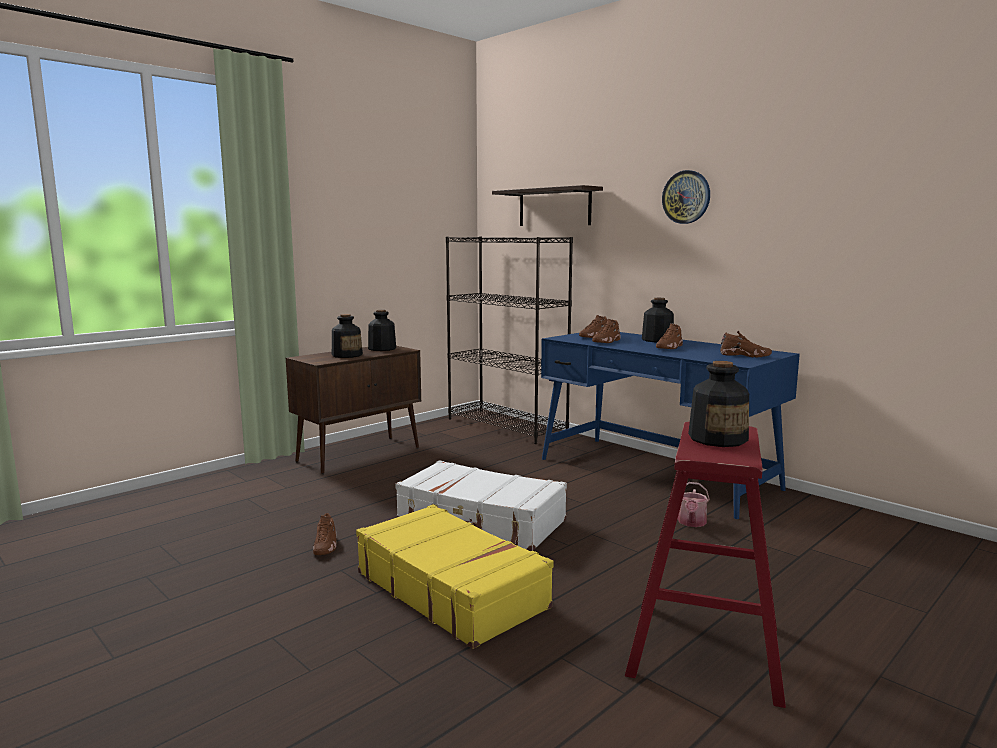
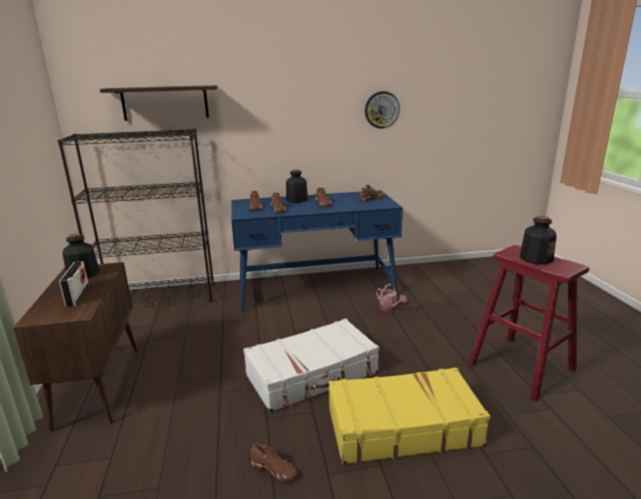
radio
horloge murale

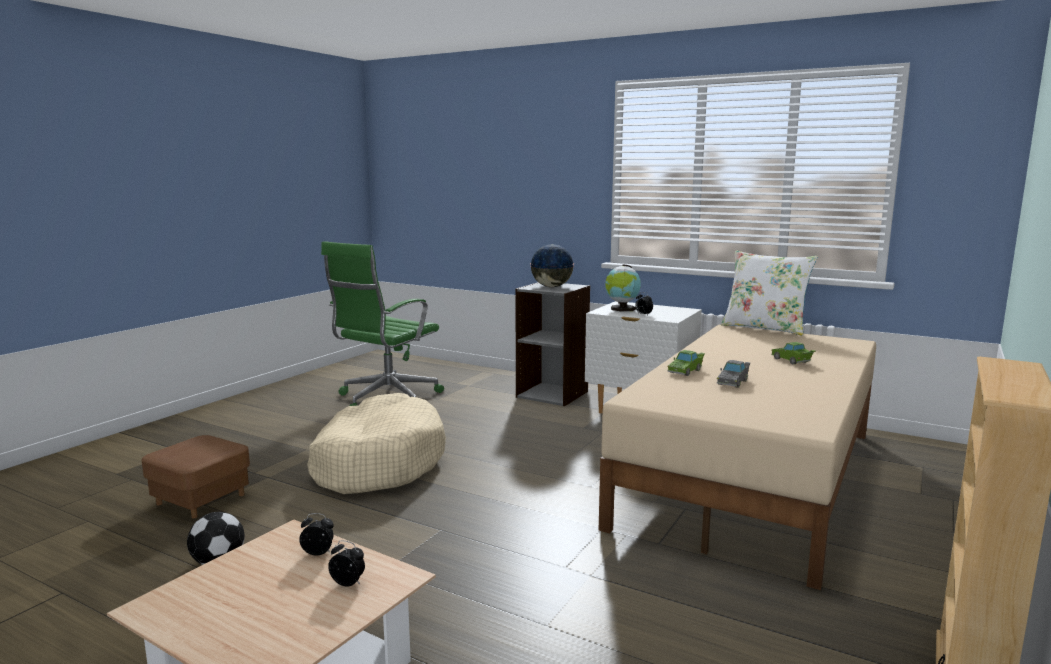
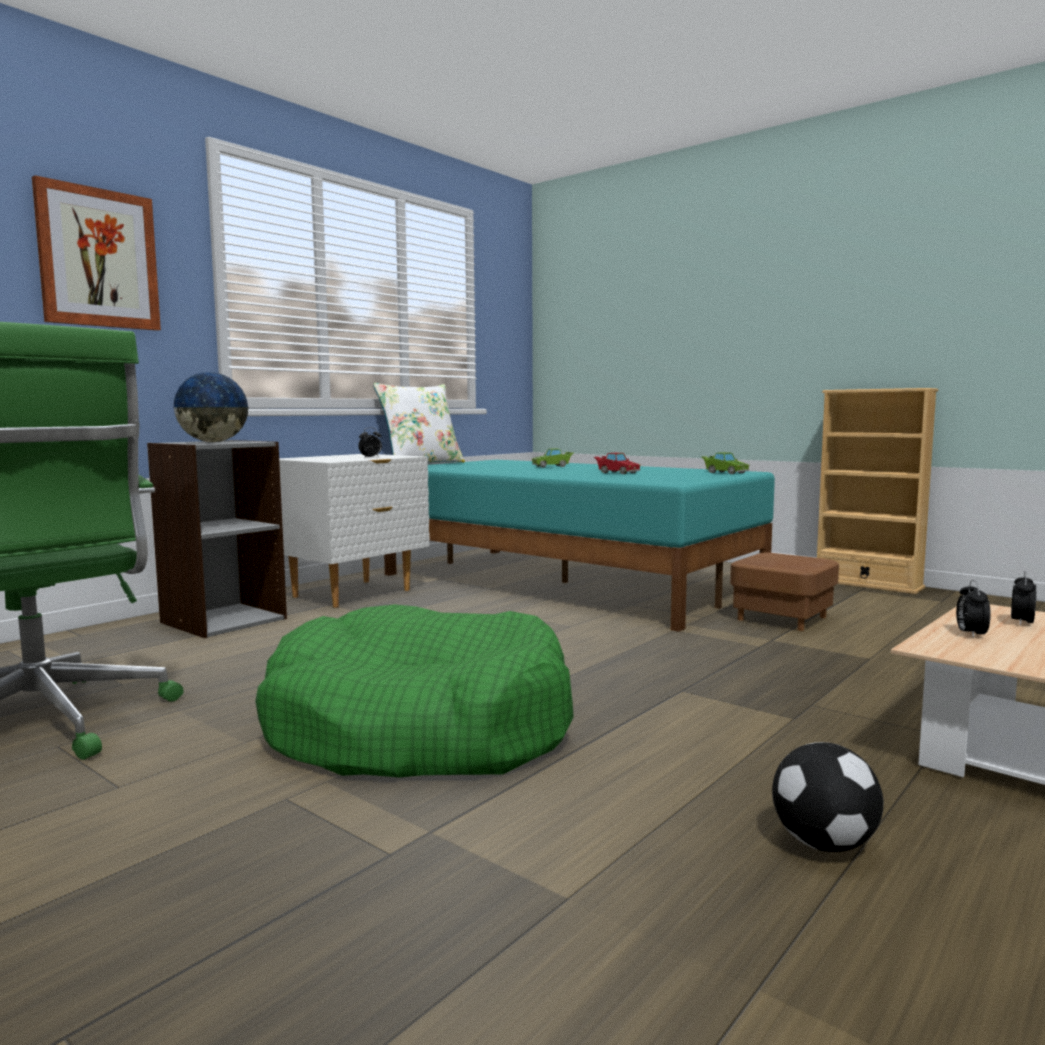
pouf (marron)
panier pour chien (vert)
lit (turquoise)
globe (2nd from left in the first image)
petite voiture (vert) (2nd from left)
petite voiture (rouge)
tableau

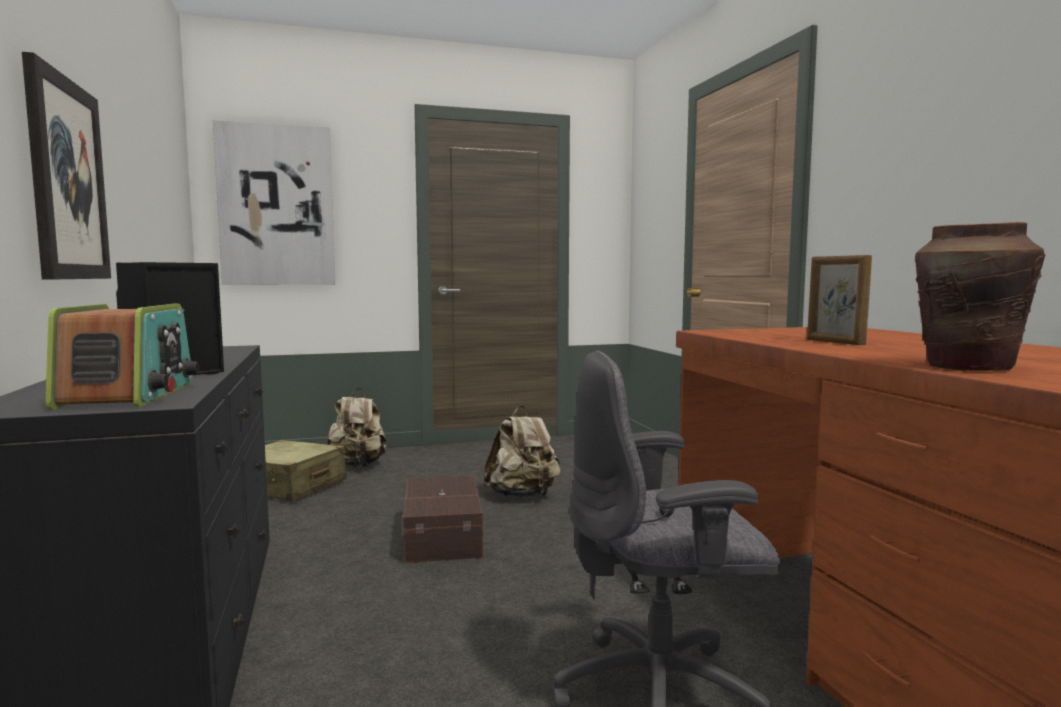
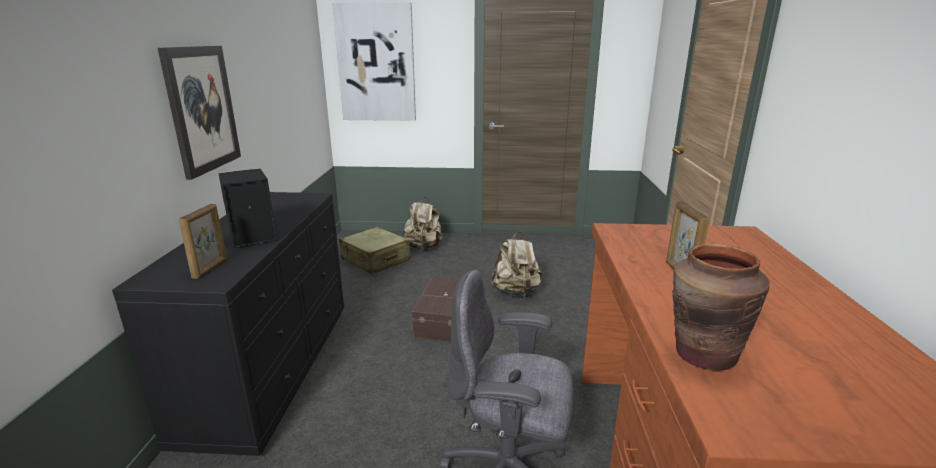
cadre photo (1st from left)

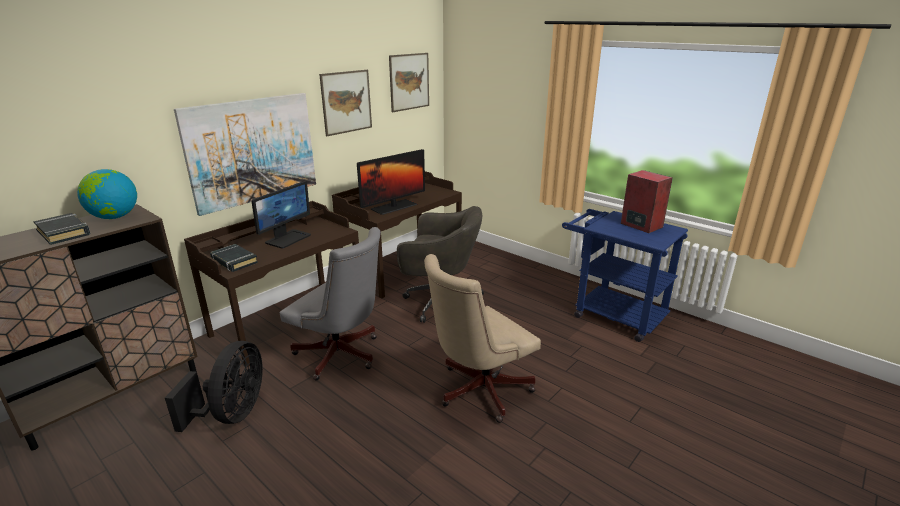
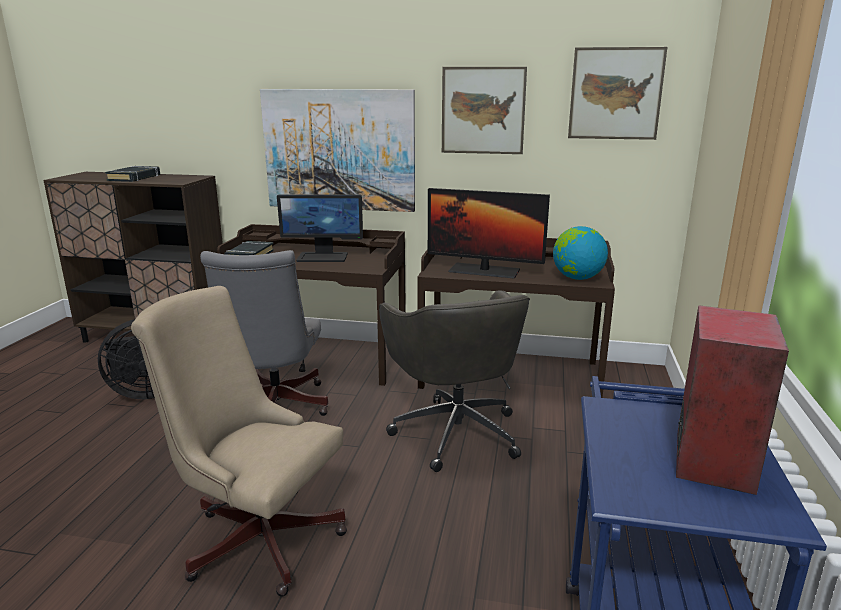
globe

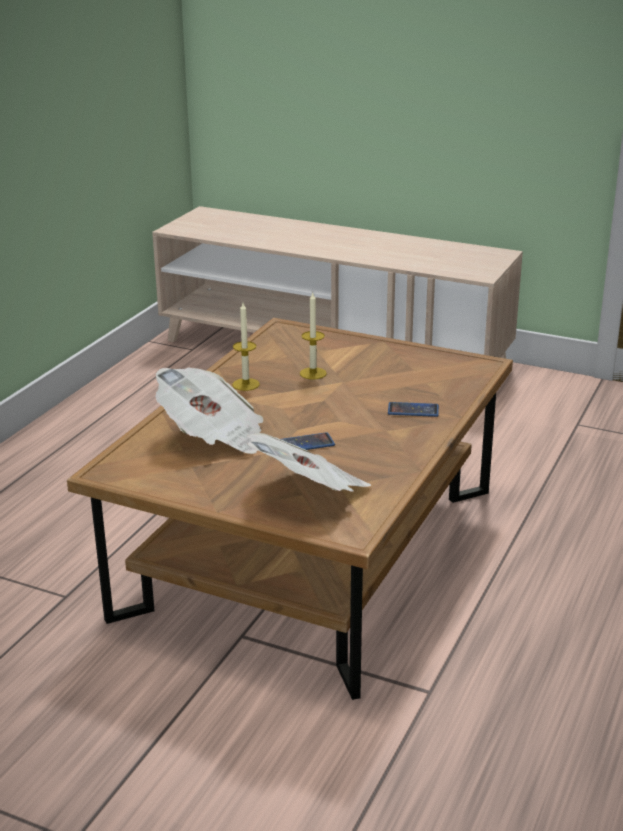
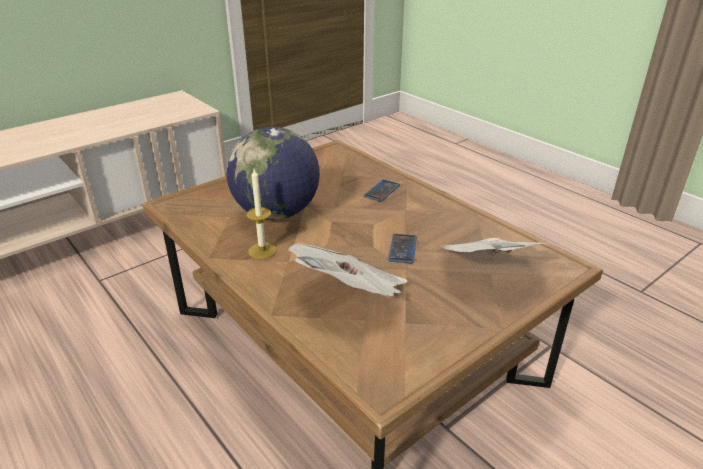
globe

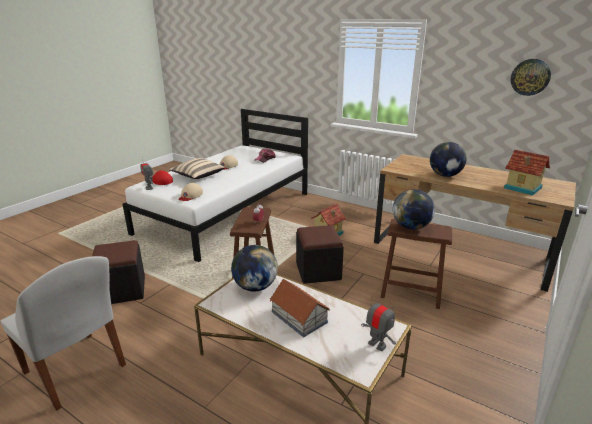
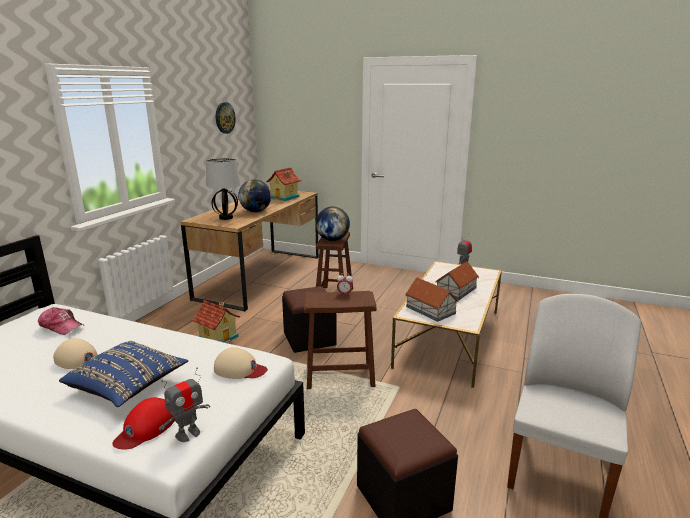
coussin (bleu)
maison miniature (3rd from left)
lampe de table

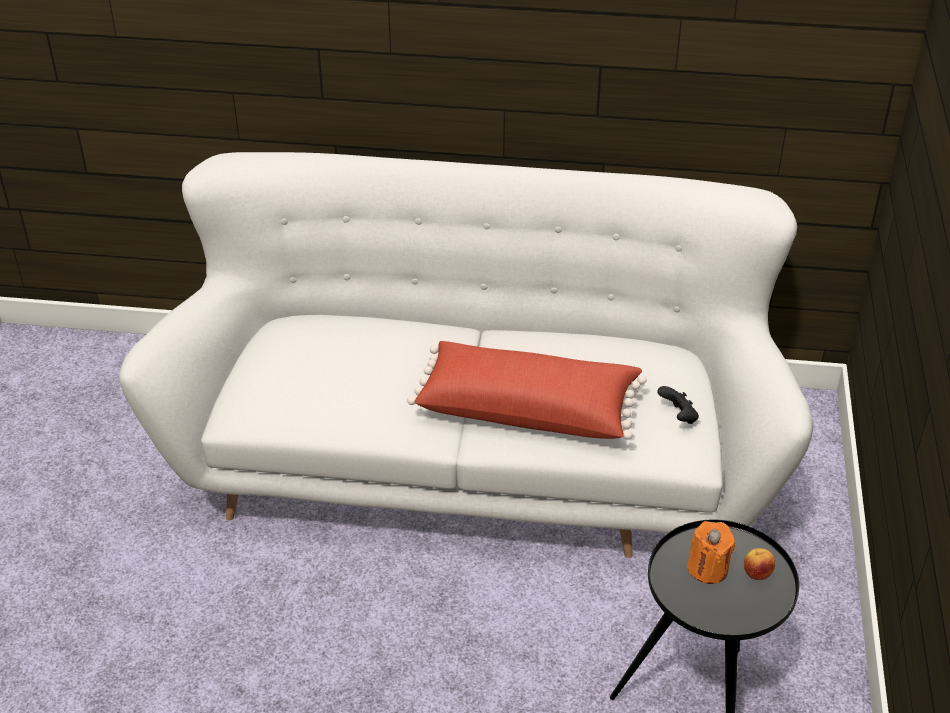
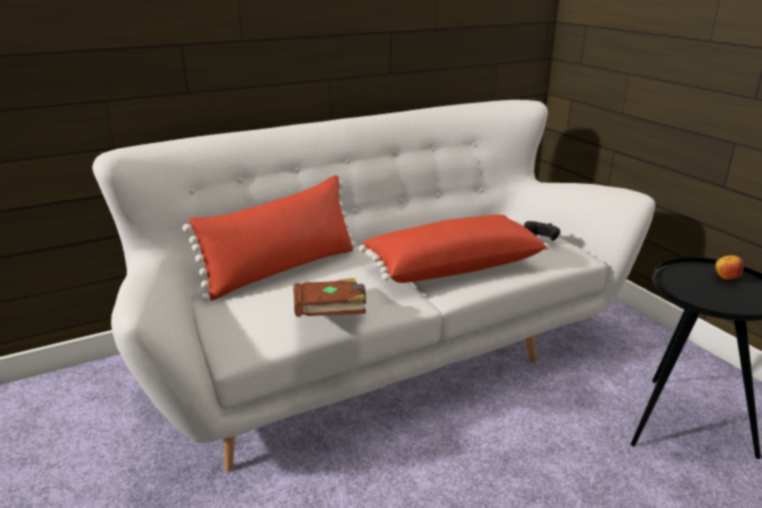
bougie (orange)
coussin (rouge) (1st from left)
livre (marron)

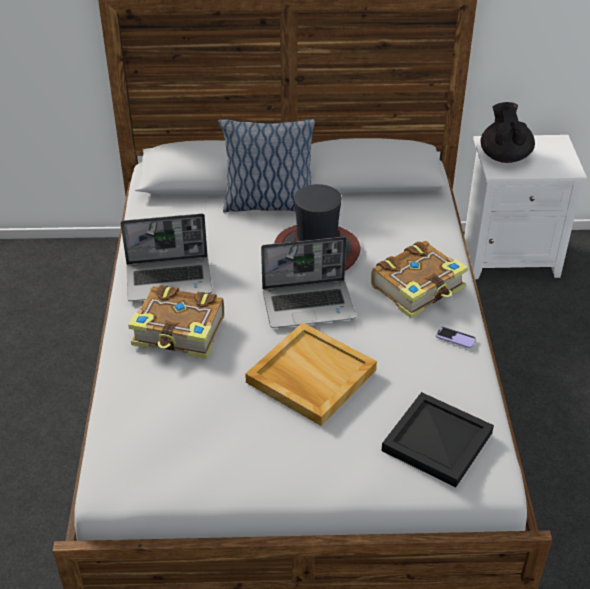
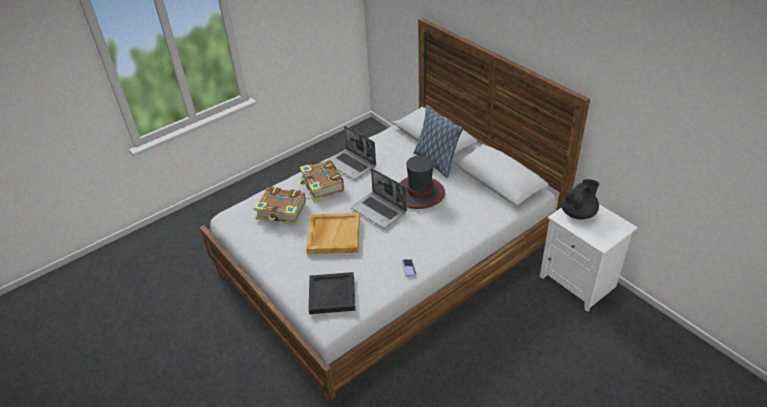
livre (1st from left)

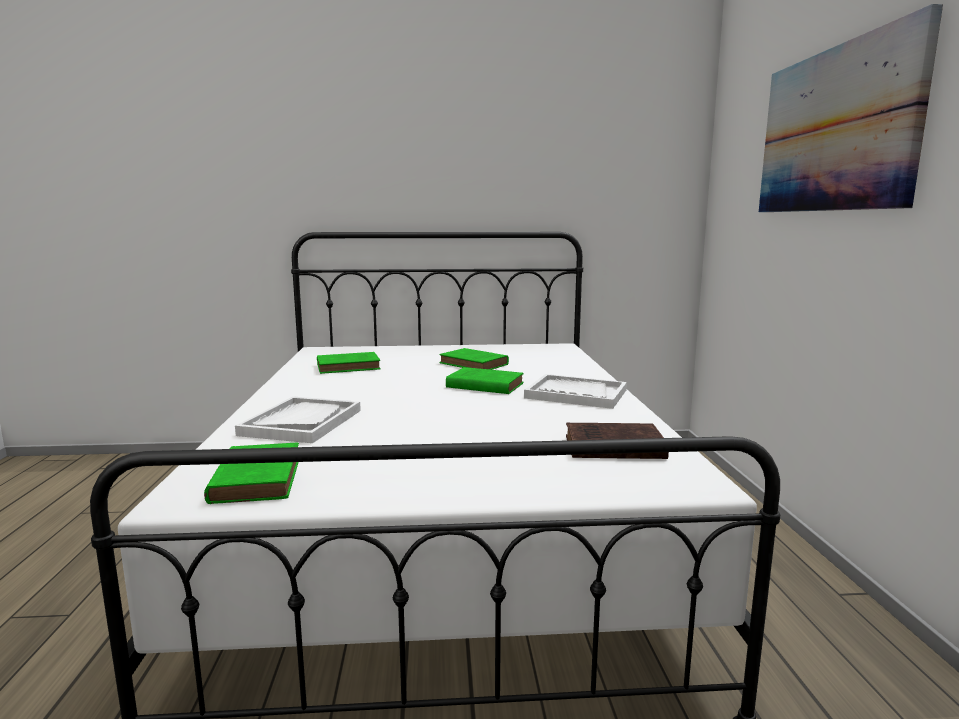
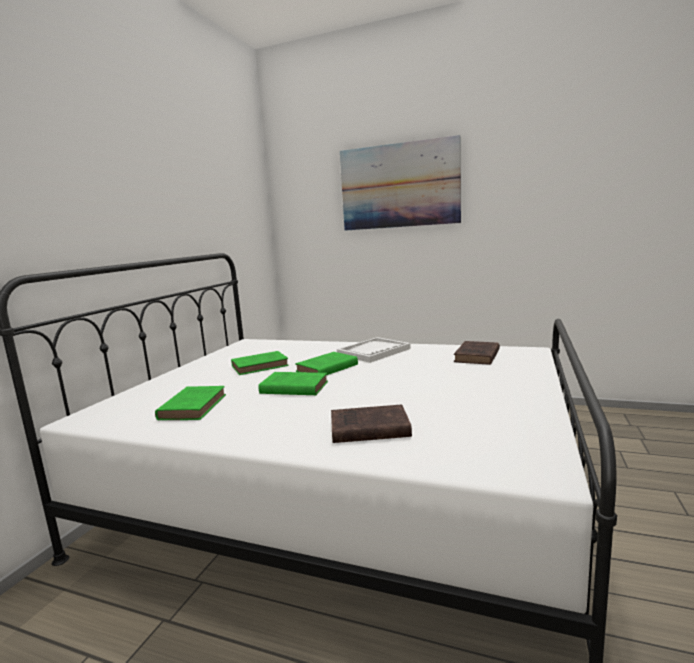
livre (vert) (3rd from left)
livre (marron) (1st from left)

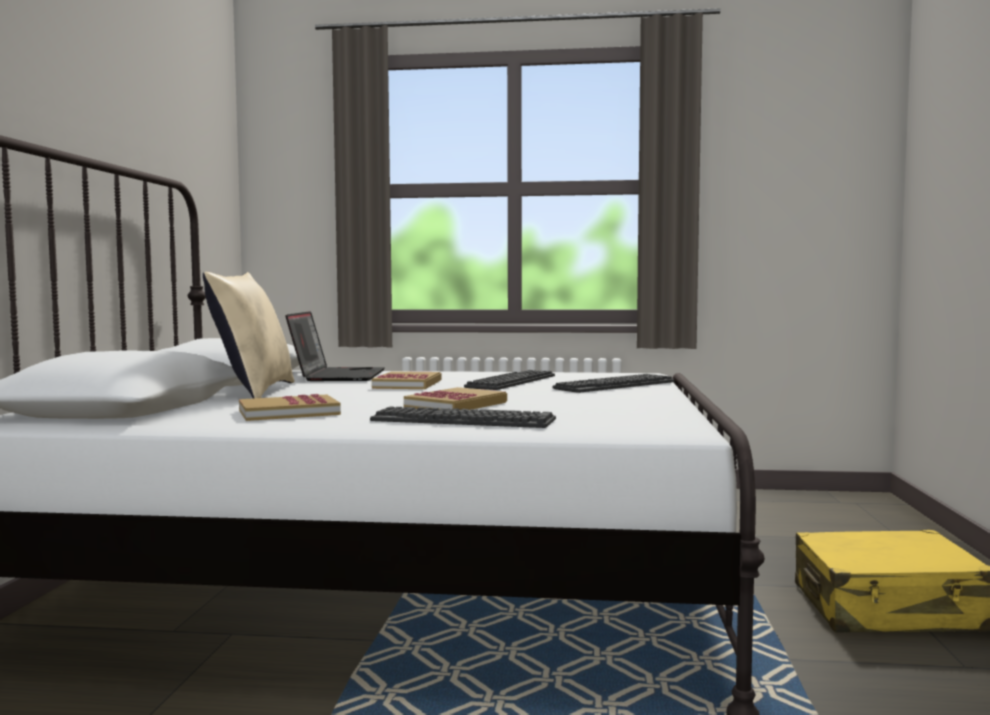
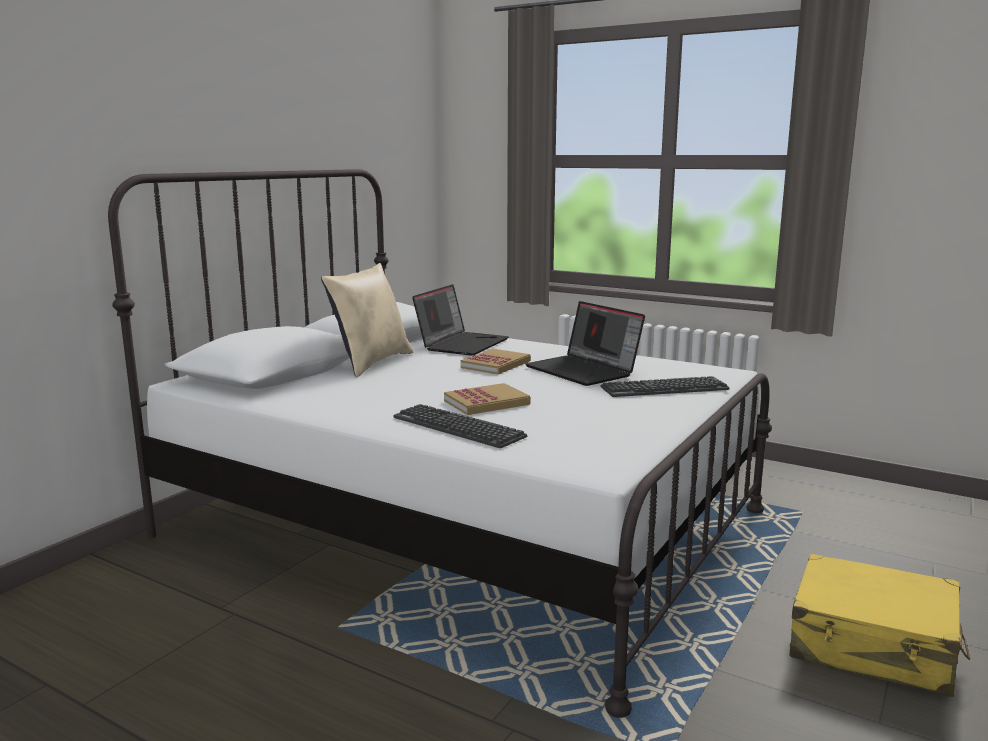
livre (1st from left in the first image)
ordinateur portable (2nd from left)

